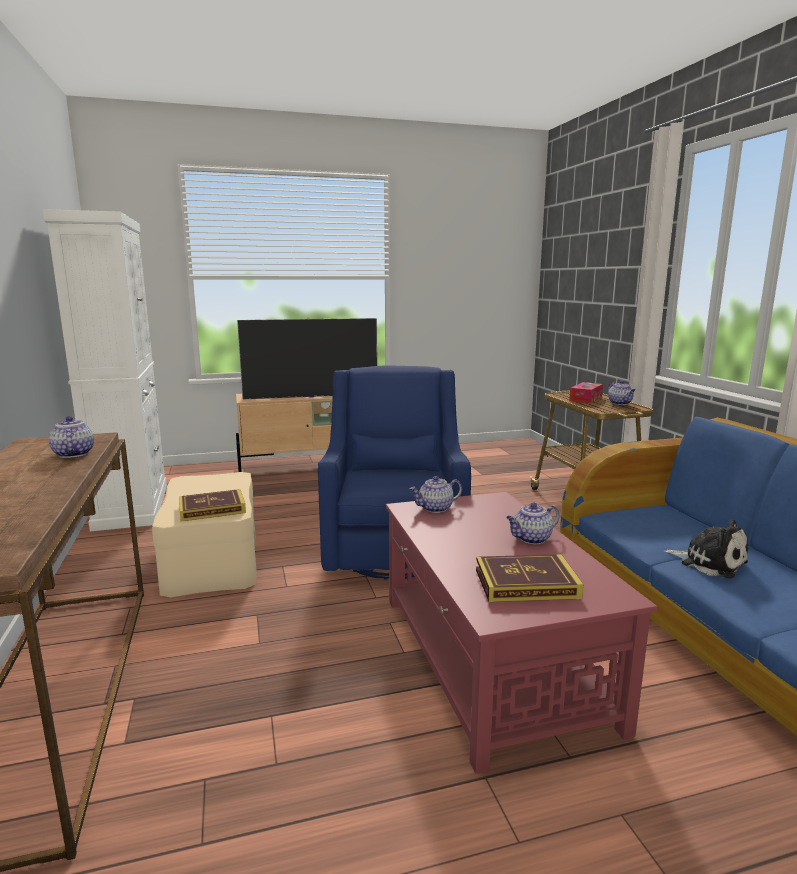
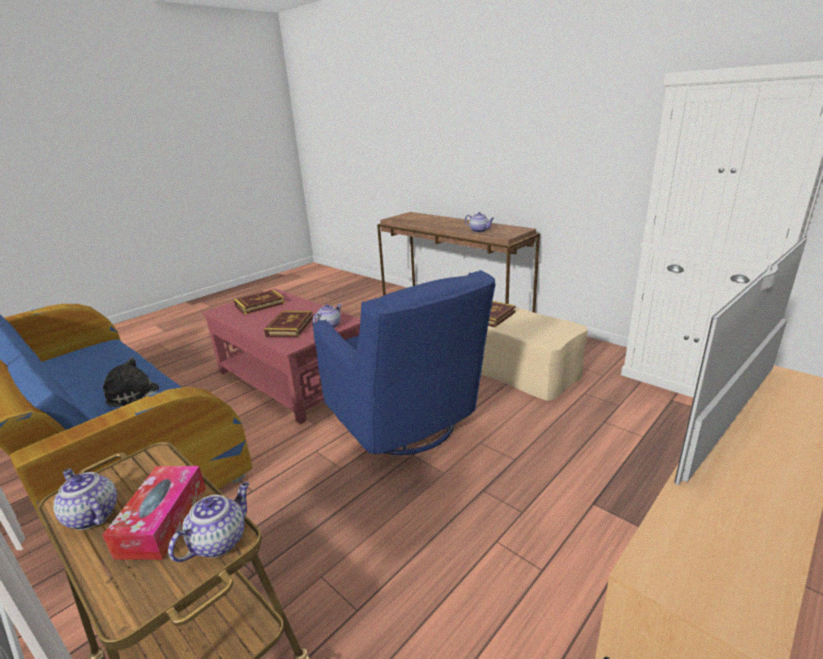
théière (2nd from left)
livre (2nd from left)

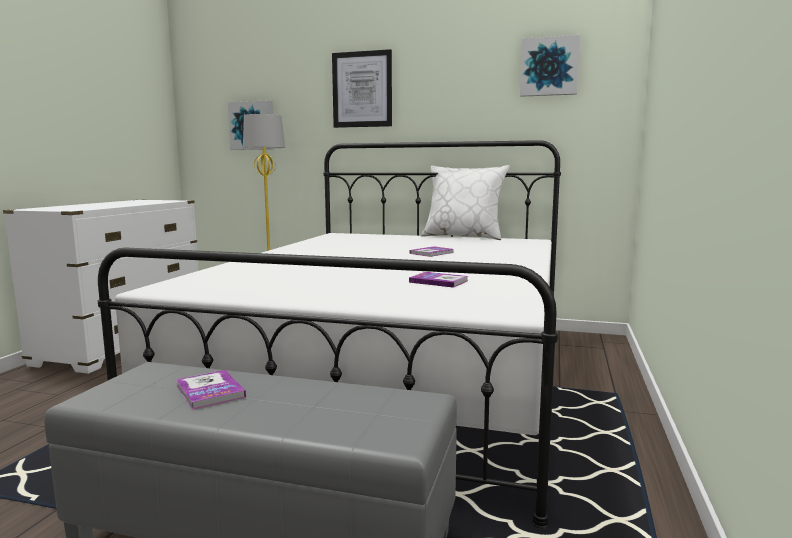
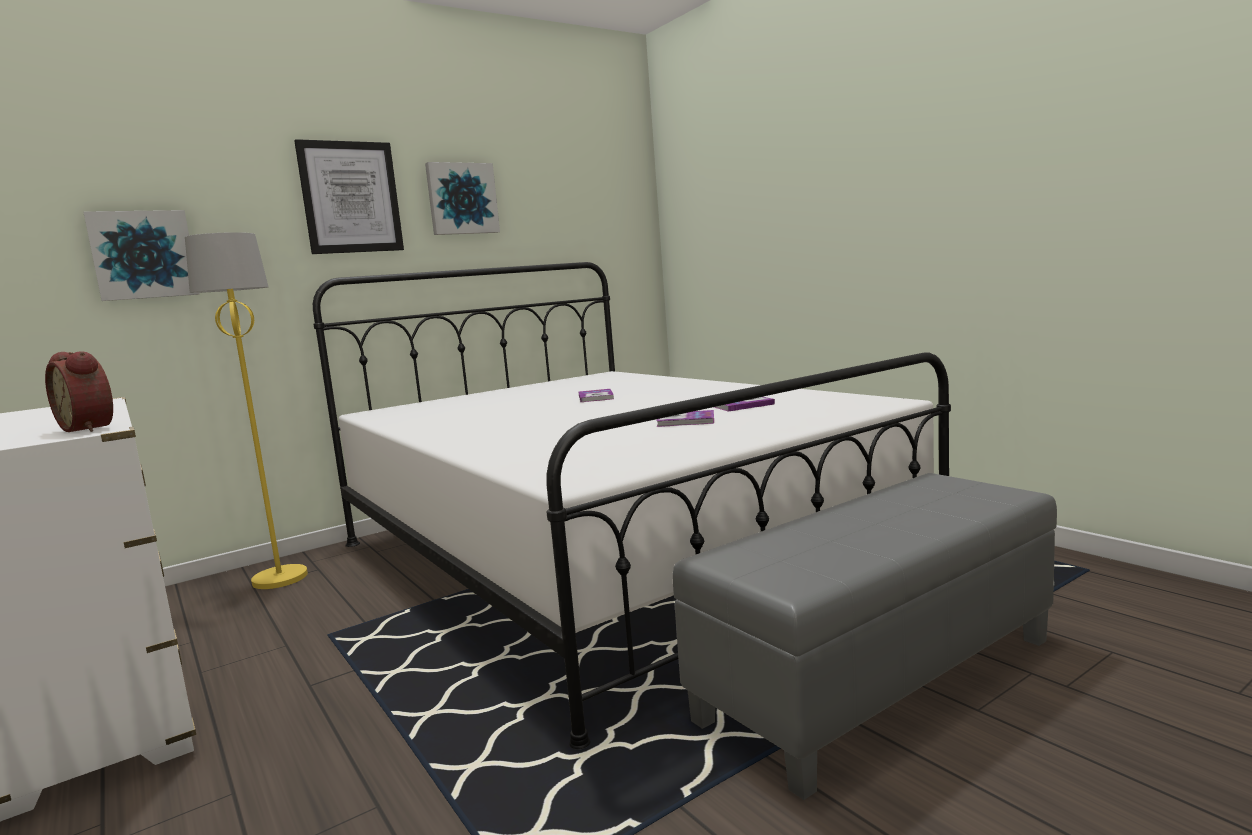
livre (2nd from left)
coussin (blanc)
tableau (3rd from left)
réveil

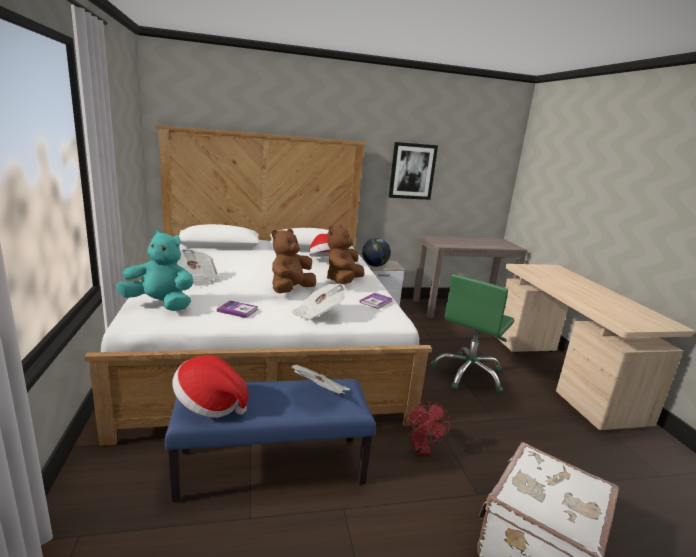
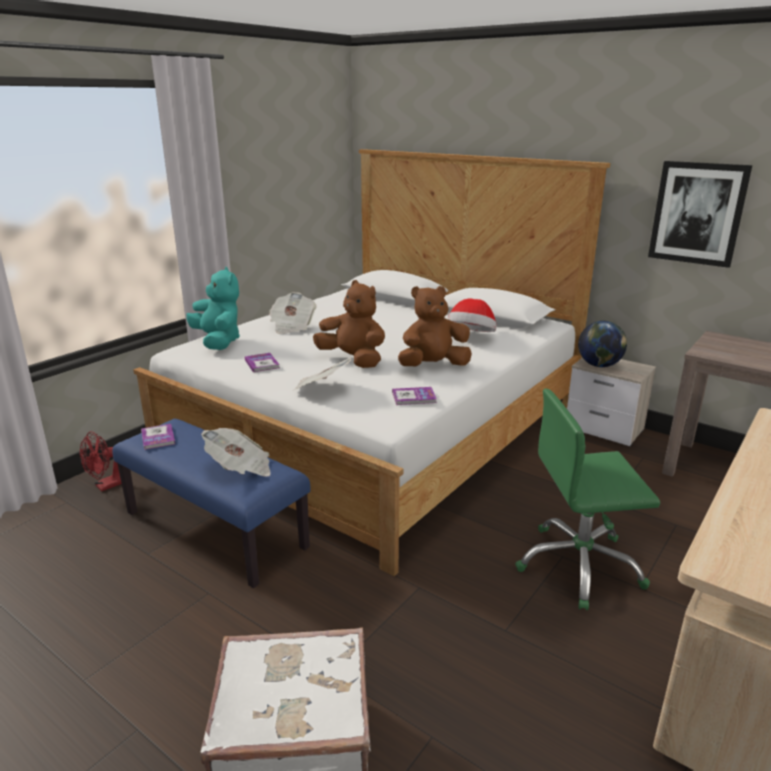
livre (1st from left)
peluche (marron) (1st from left)
ventilateur (rouge)

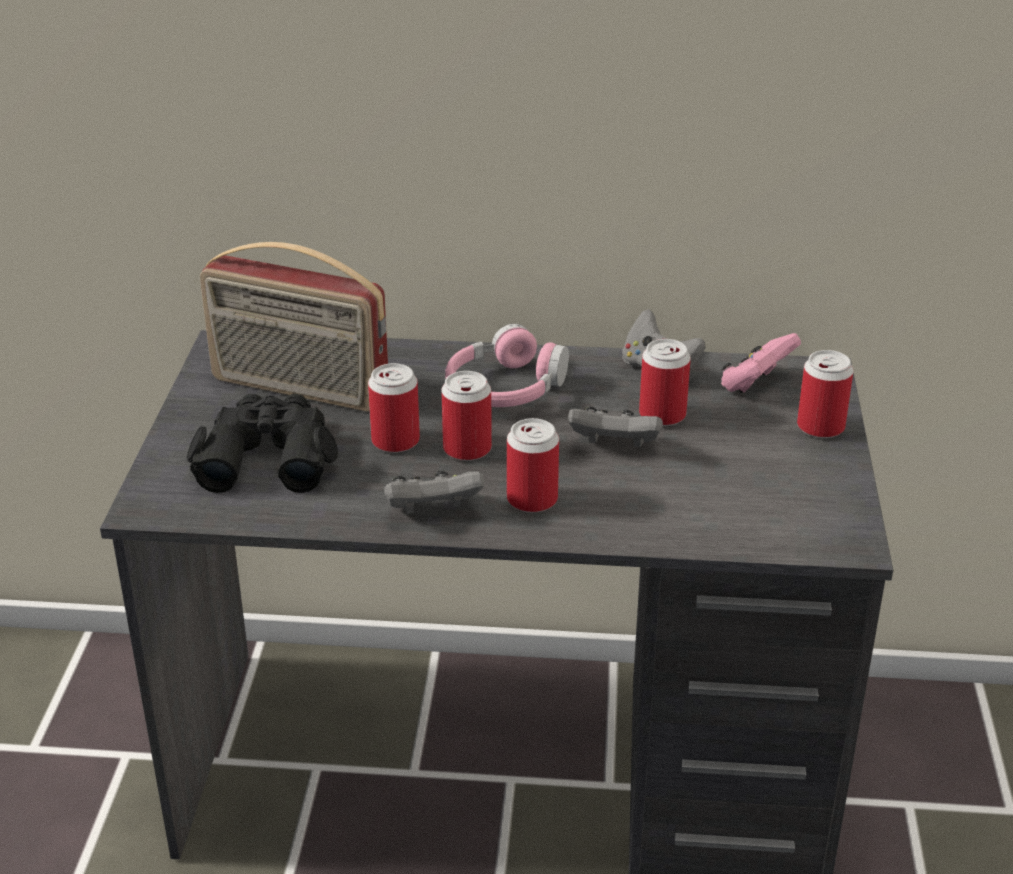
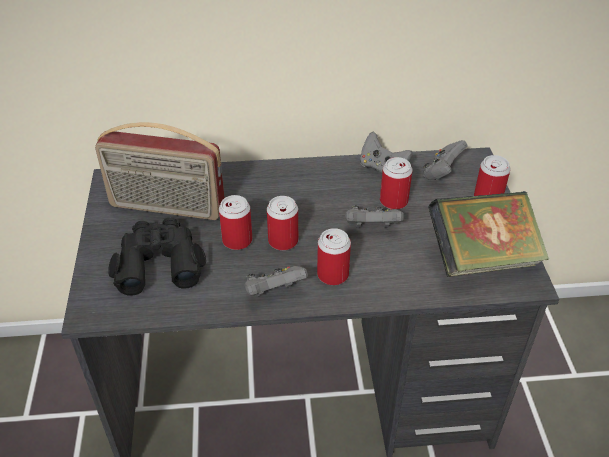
casque audio (rose)
manette (gris) (4th from left)
livre

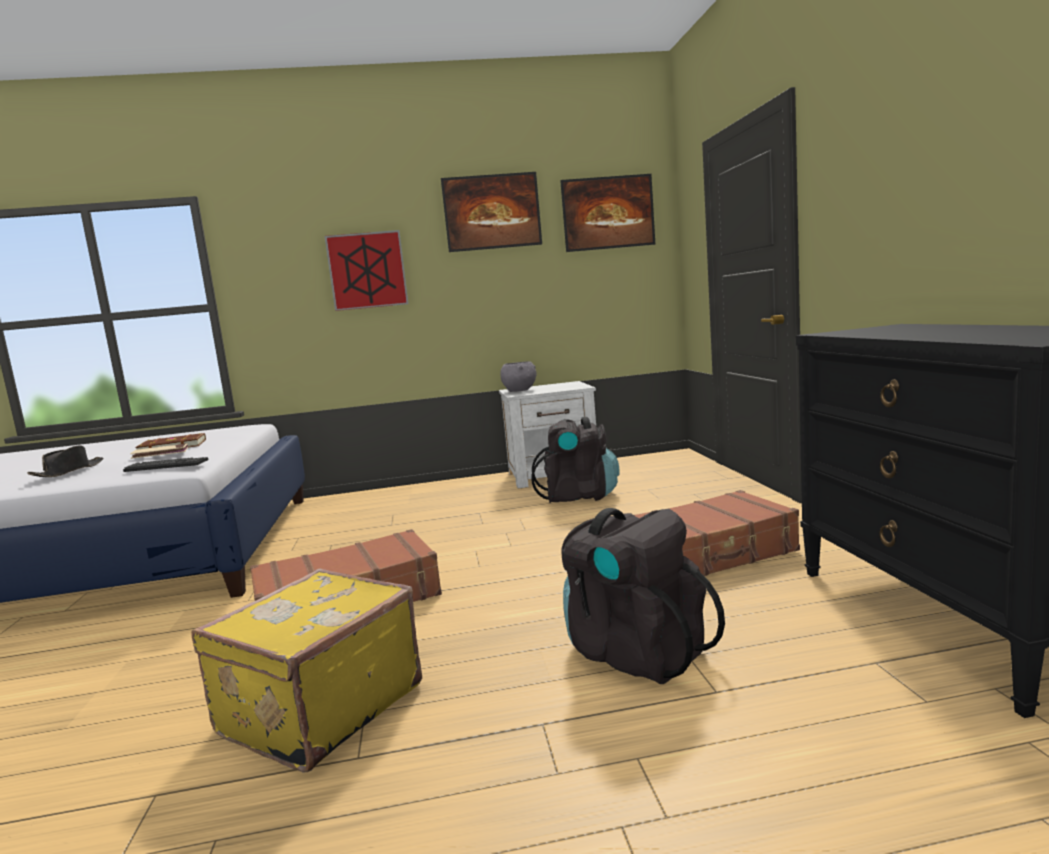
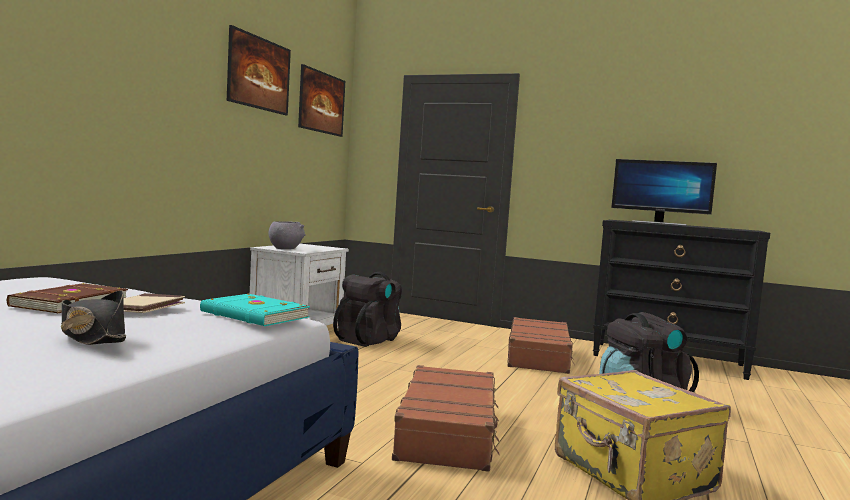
livre (turquoise)
tableau (1st from left in the first image)
écran d'ordinateur

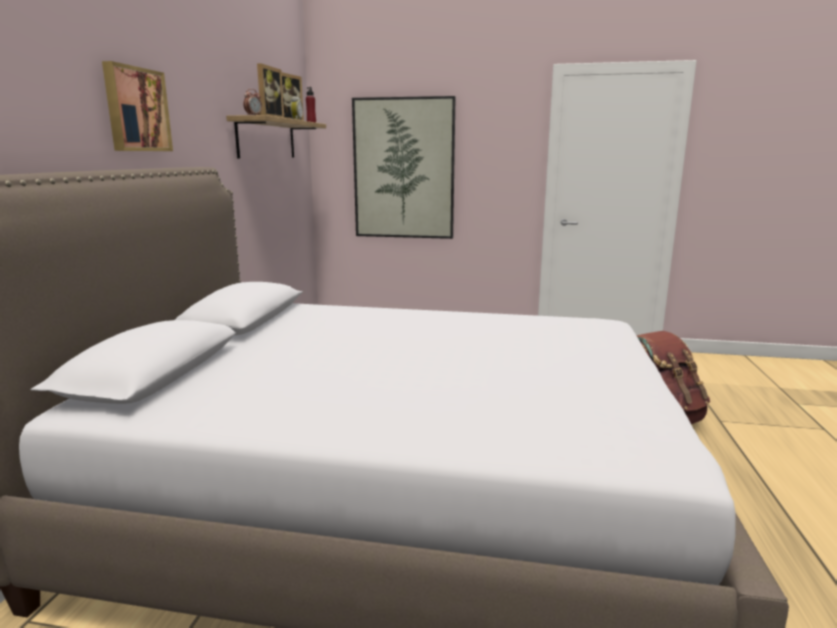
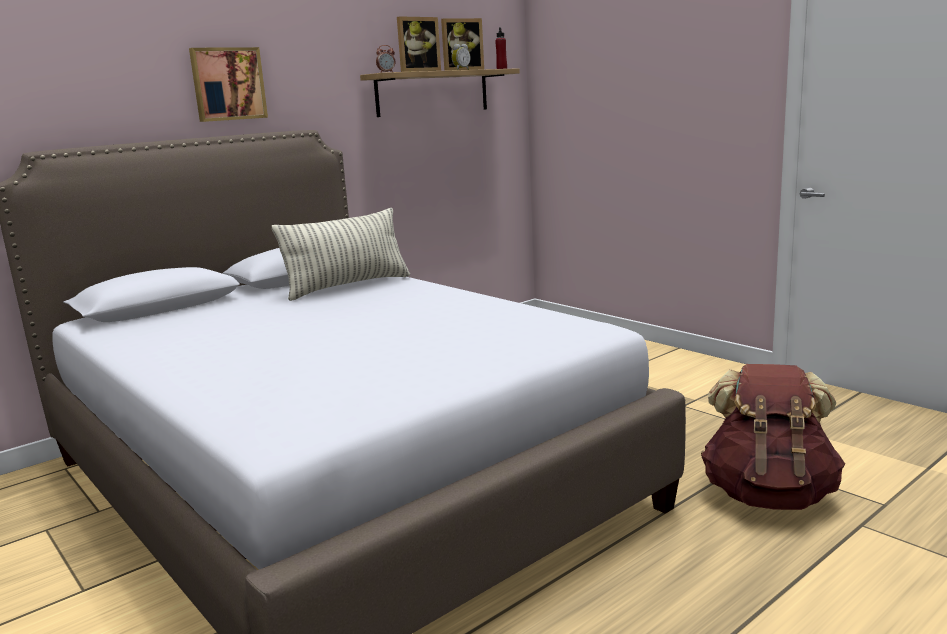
tableau (2nd from left in the first image)
coussin

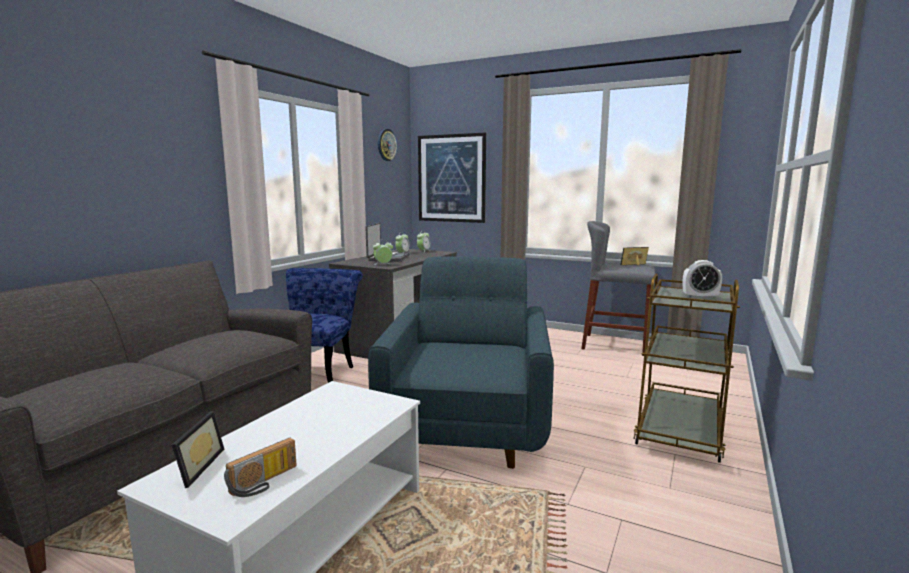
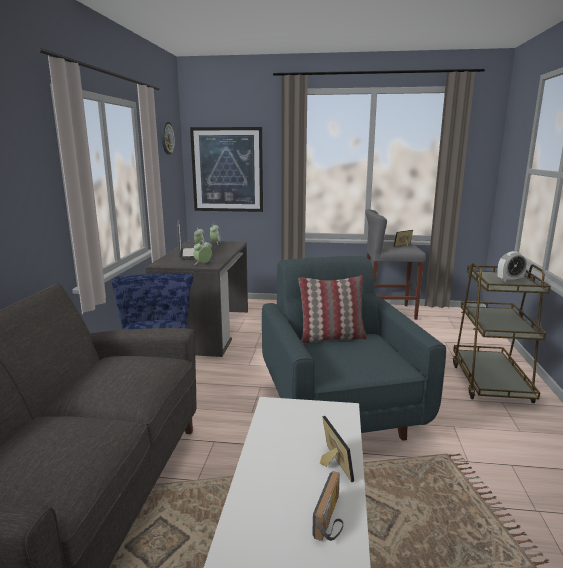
cadre photo (1st from left)
coussin

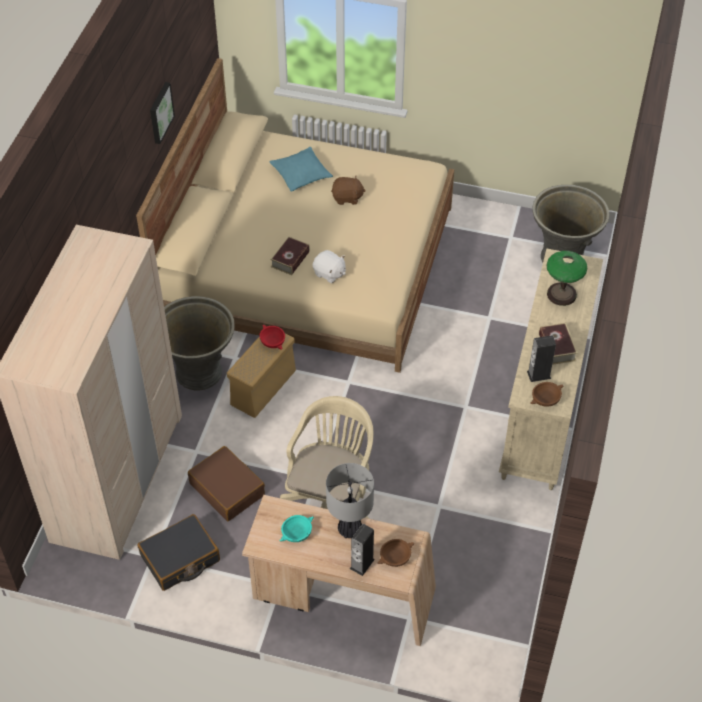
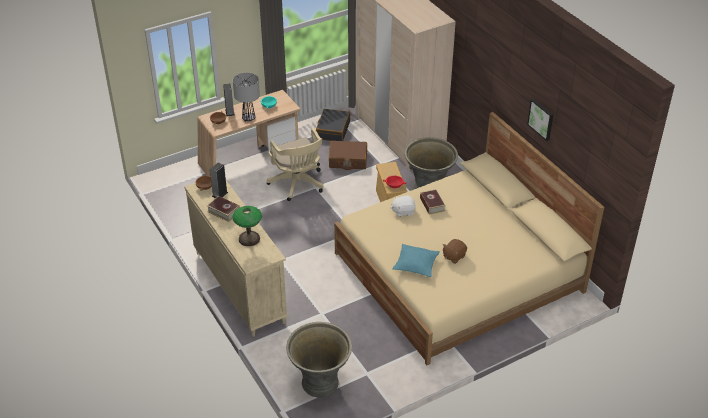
coussin (turquoise)

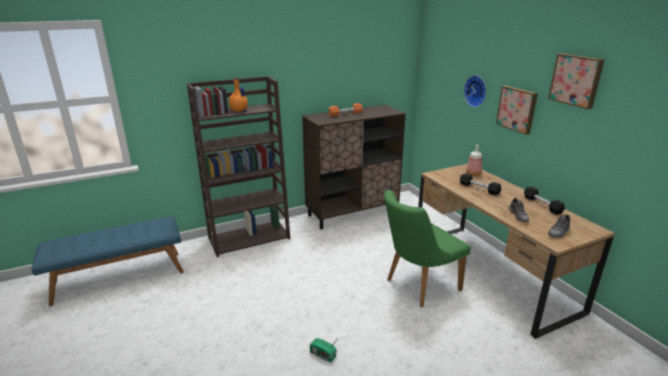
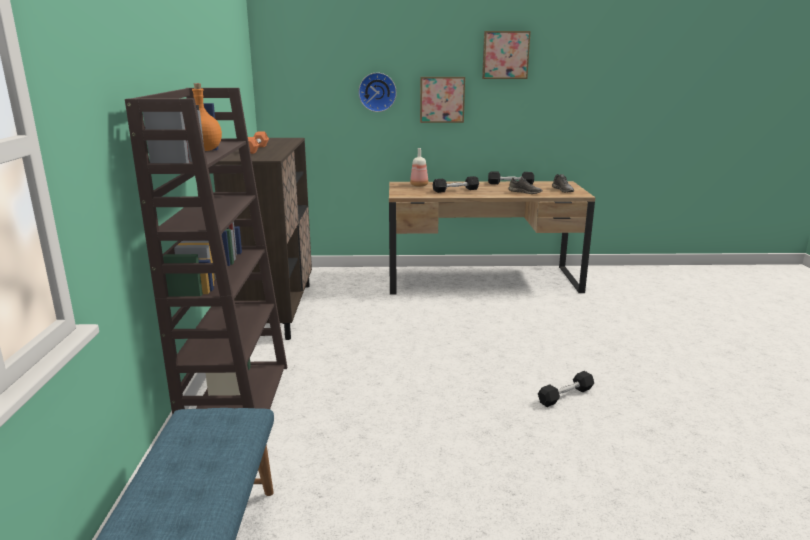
haltère (noir) (3rd from left)
chaise (vert)

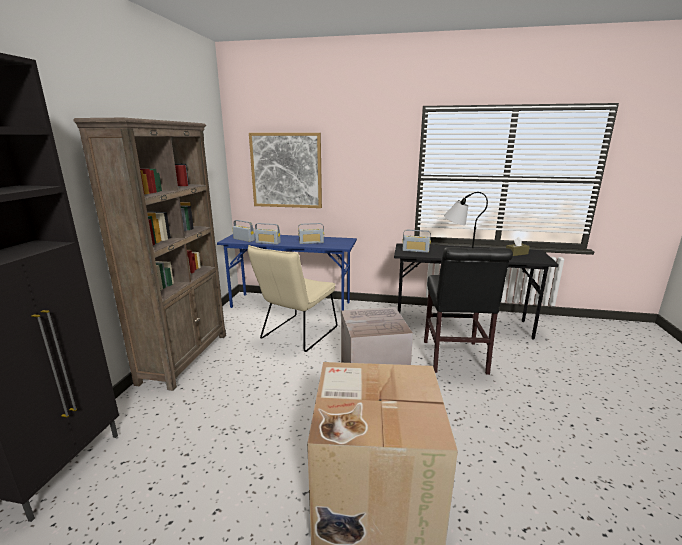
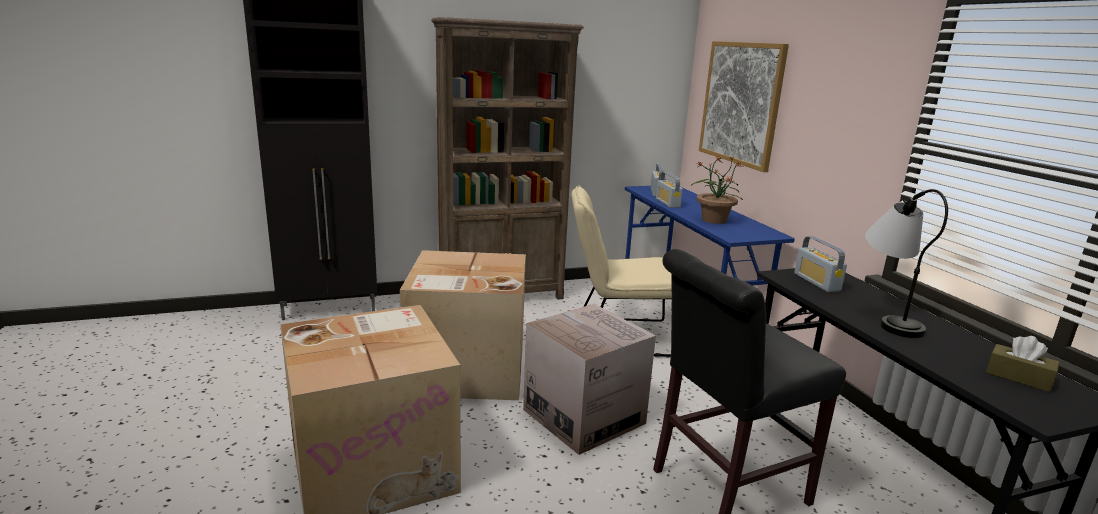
plante en pot
carton (2nd from left)

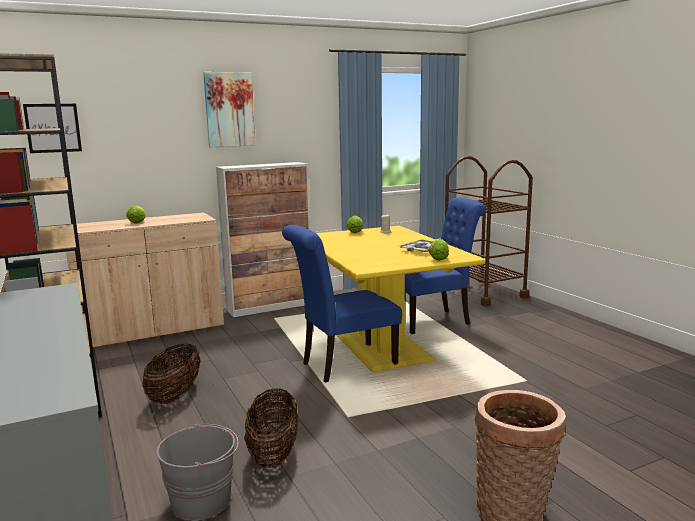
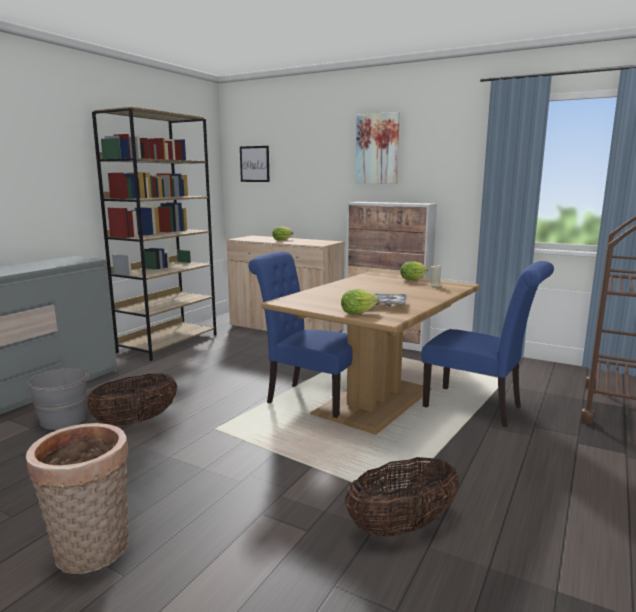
panier (3rd from left)
table à manger (marron)

